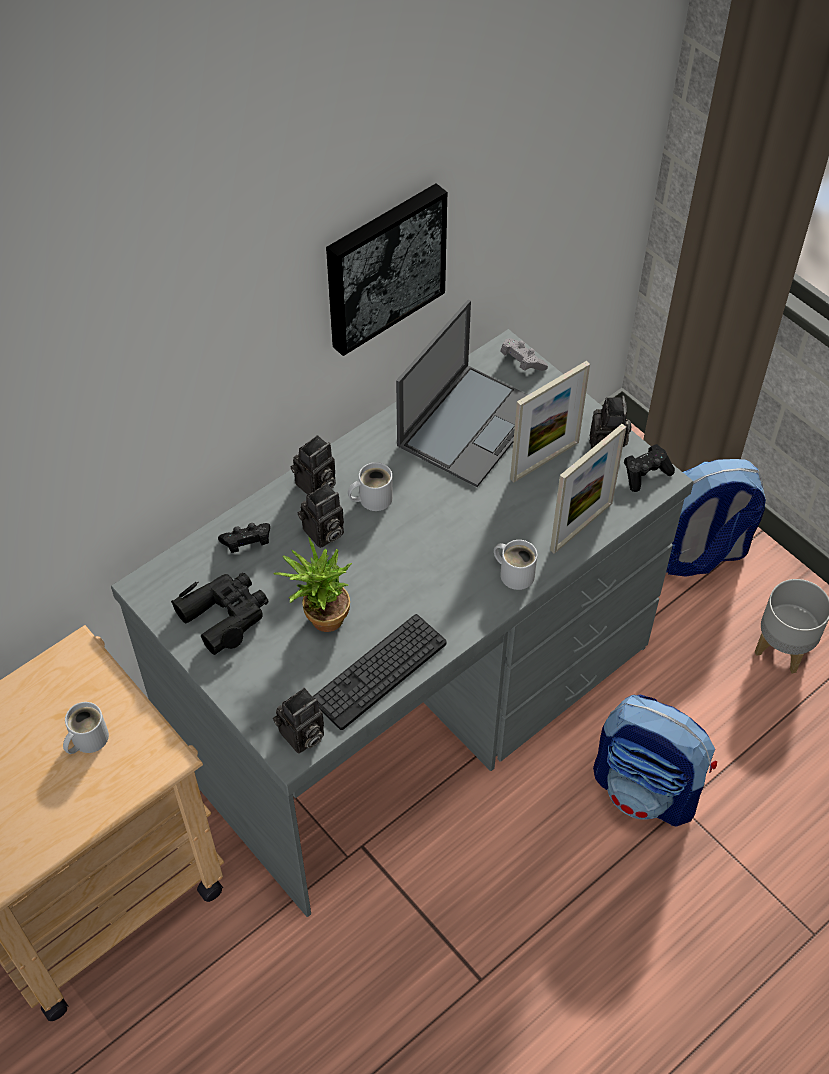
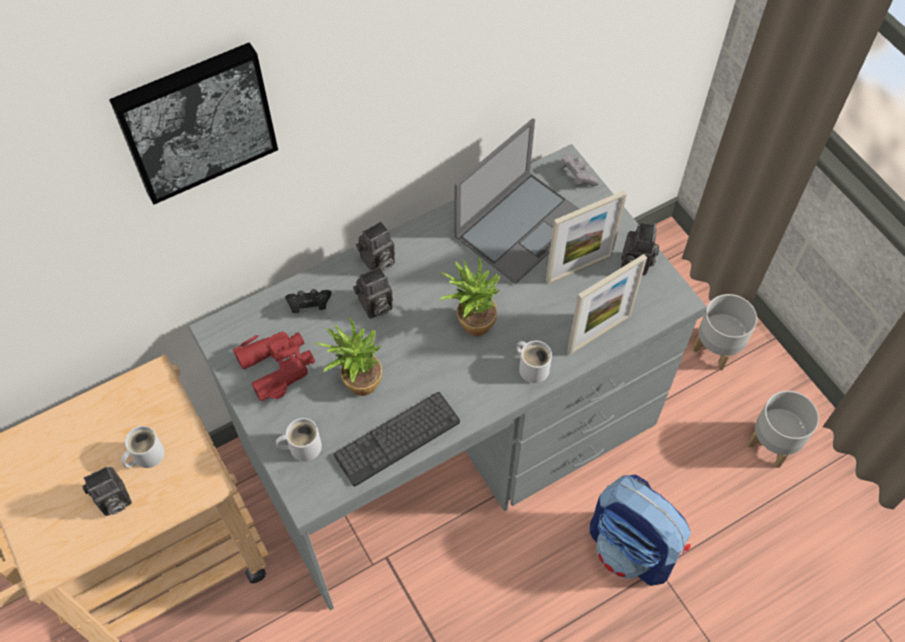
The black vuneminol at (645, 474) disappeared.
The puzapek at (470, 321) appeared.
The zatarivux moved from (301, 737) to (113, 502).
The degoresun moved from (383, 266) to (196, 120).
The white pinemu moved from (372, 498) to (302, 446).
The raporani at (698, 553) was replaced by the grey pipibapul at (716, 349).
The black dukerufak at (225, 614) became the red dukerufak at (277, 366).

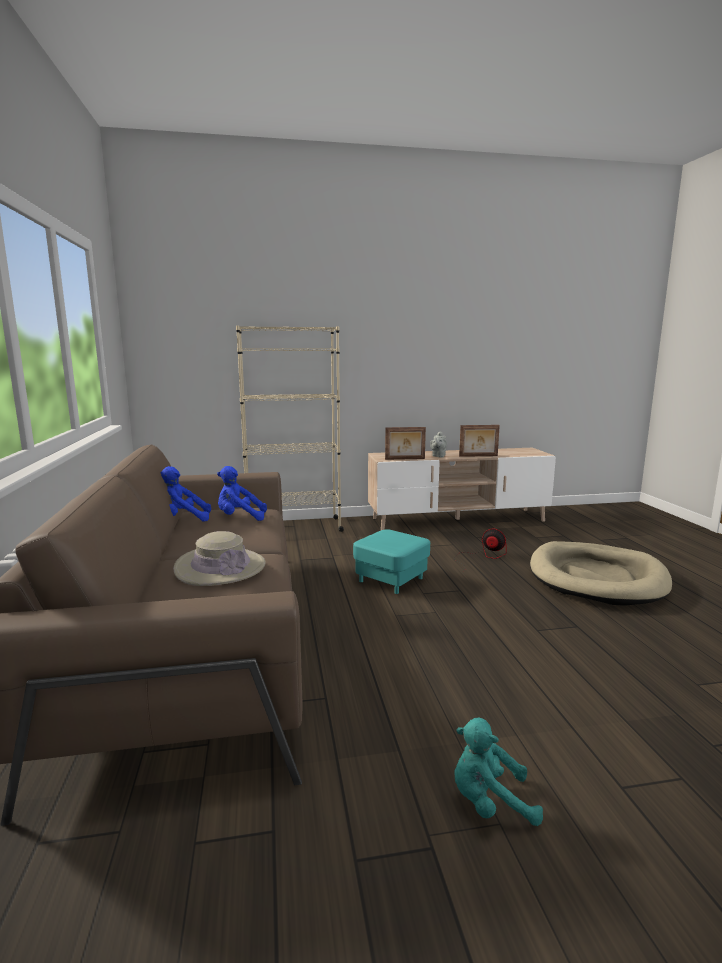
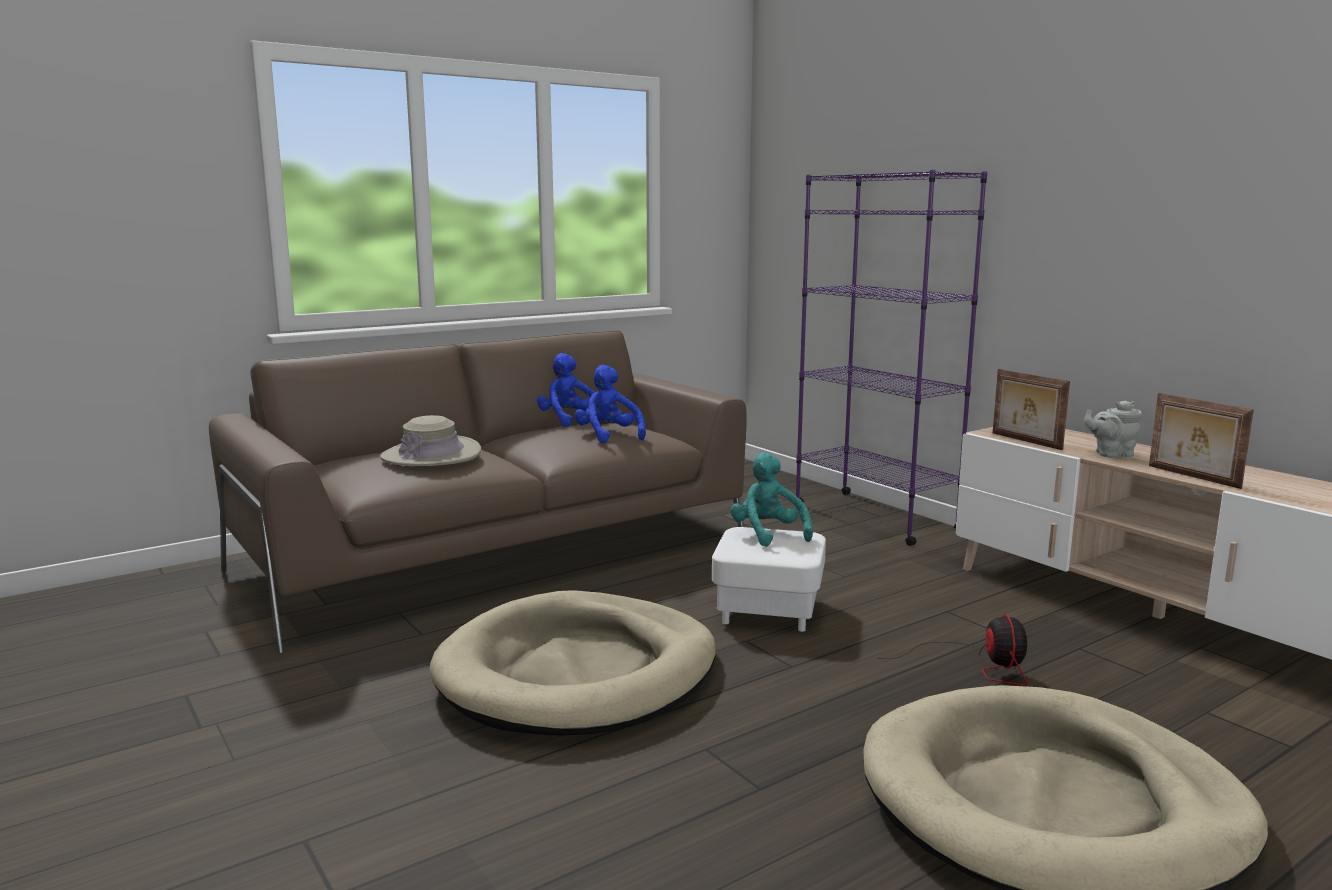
The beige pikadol at (578, 672) appeared.
The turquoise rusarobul moved from (489, 802) to (768, 534).
The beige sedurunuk at (294, 527) became the purple sedurunuk at (874, 517).
The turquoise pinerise at (391, 579) became the white pinerise at (768, 611).

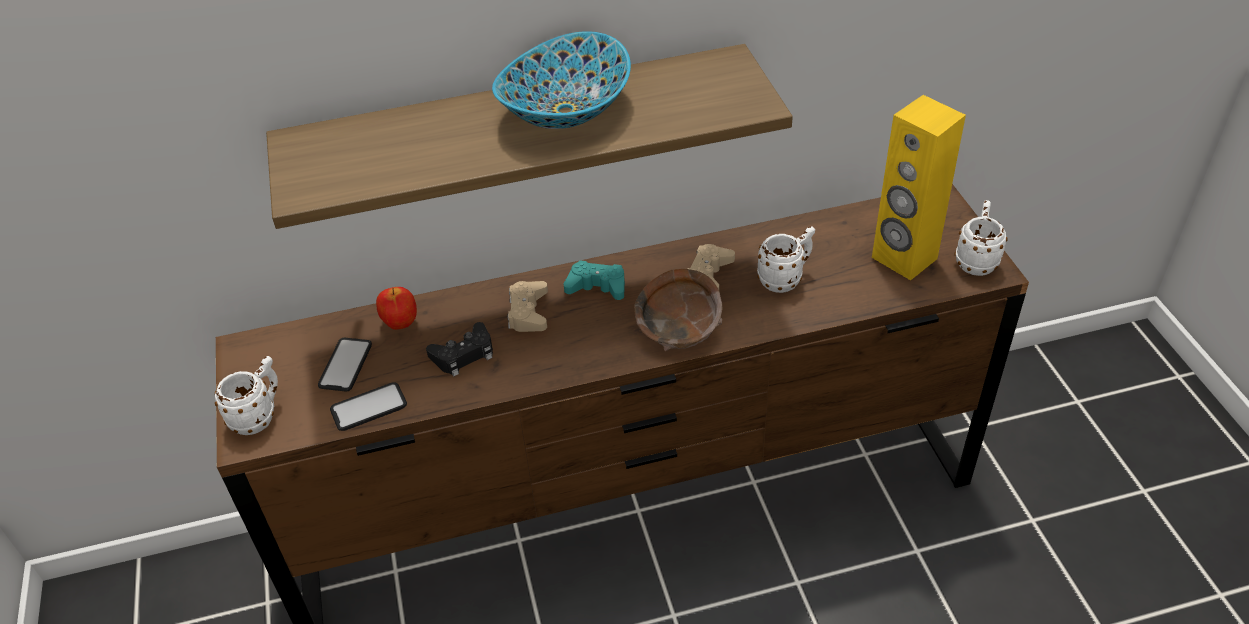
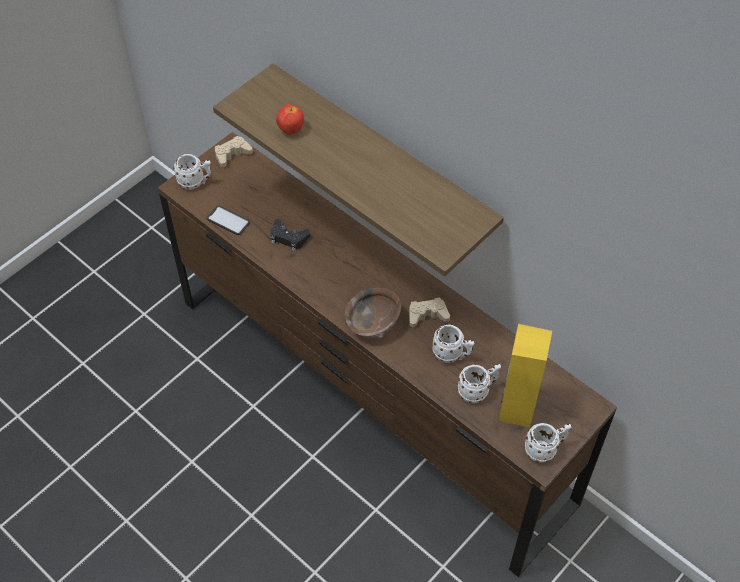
The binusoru at (345, 365) disappeared.
The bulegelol at (567, 112) disappeared.
The turquoise vuneminol at (597, 286) disappeared.
The white pinemu at (477, 391) appeared.
The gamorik moved from (400, 323) to (290, 130).
The beige vuneminol moved from (528, 312) to (232, 154).

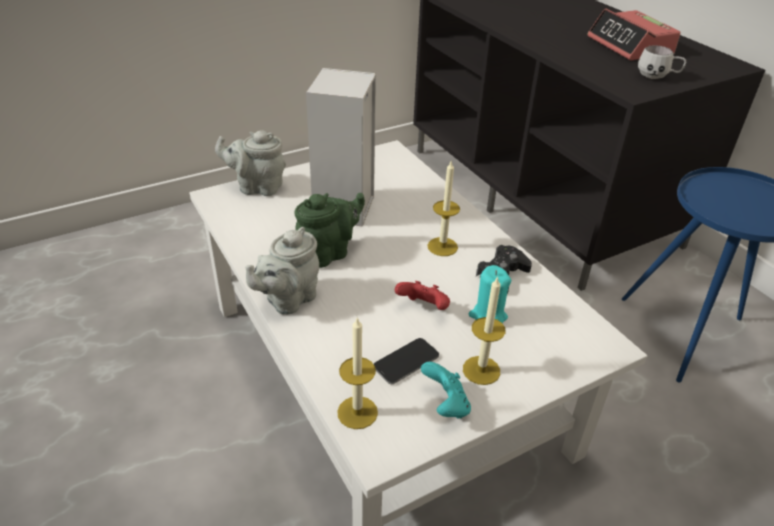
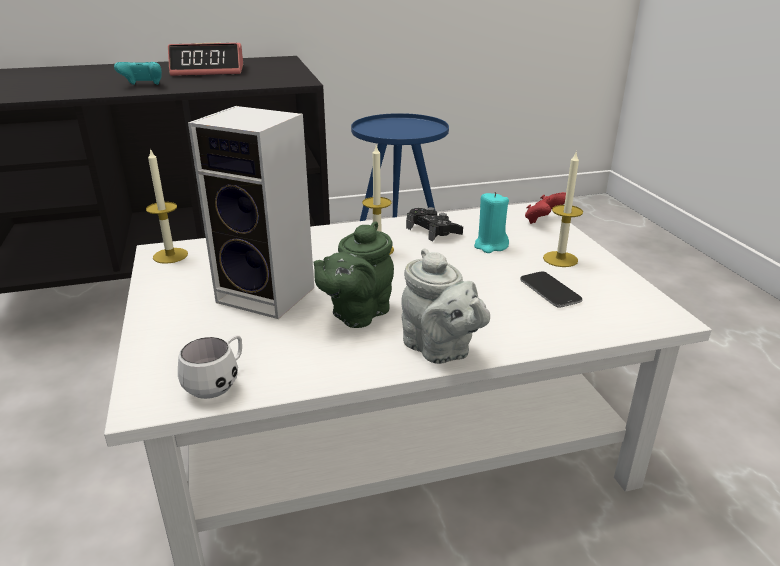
The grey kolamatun at (257, 187) disappeared.
The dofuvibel moved from (357, 412) to (170, 255).
The red vuneminol moved from (424, 308) to (543, 221).
The turquoise vuneminol moved from (445, 405) to (143, 86).
The white pinemu moved from (657, 77) to (218, 383).
The green kolamatun at (329, 253) turned 120 degrees counterclockwise.

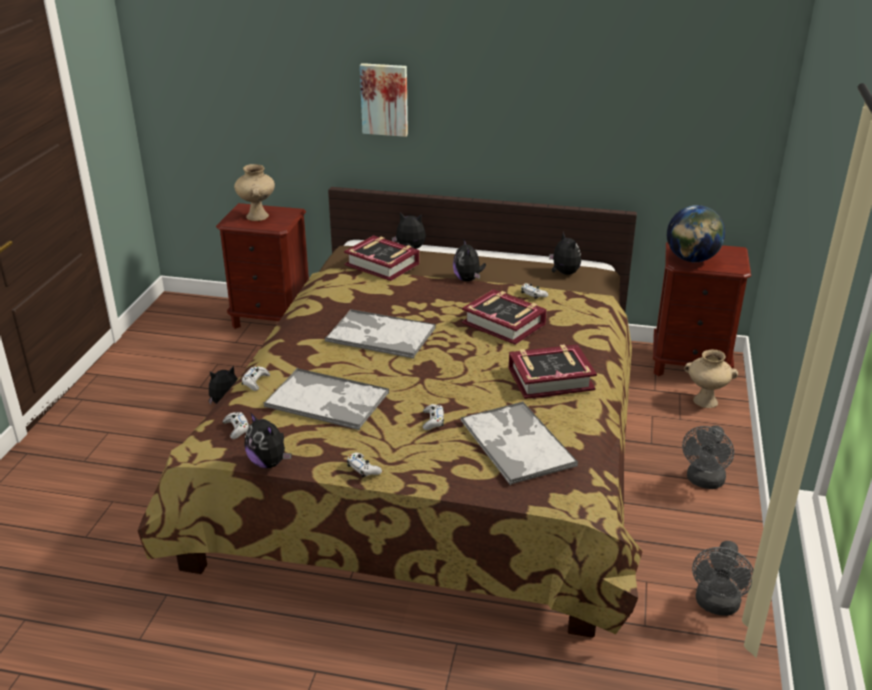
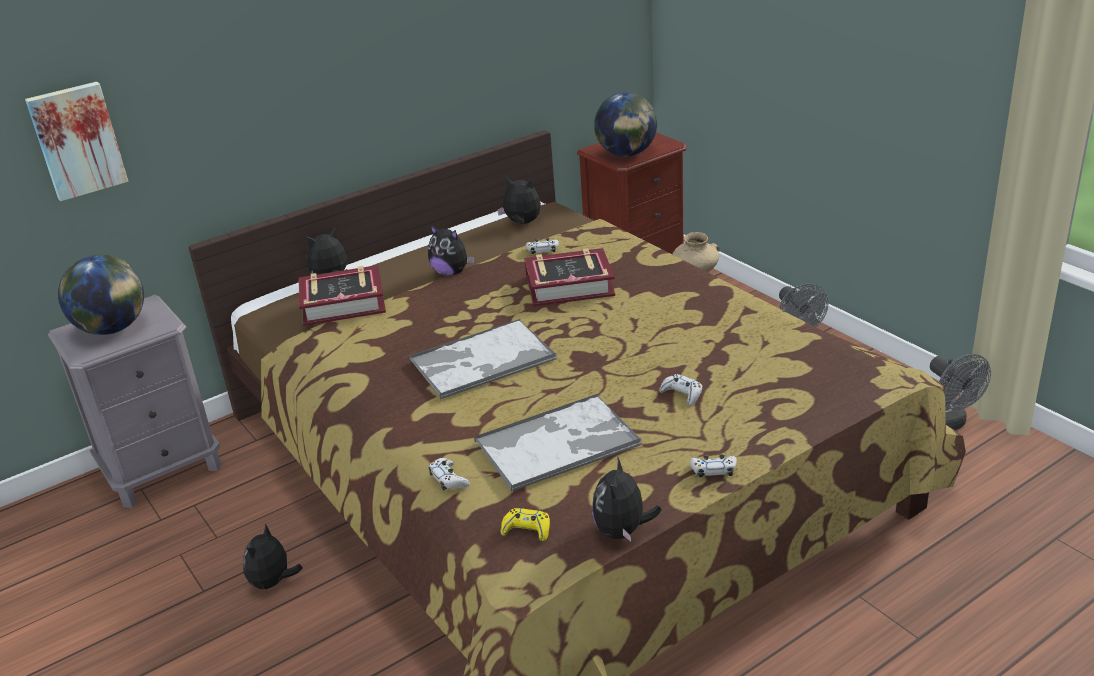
The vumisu at (516, 442) disappeared.
The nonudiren at (550, 378) disappeared.
The degoresun moved from (385, 99) to (77, 140).
The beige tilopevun at (258, 216) was replaced by the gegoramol at (113, 329).
The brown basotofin at (271, 319) became the grey basotofin at (163, 470).
The white vuneminol at (237, 428) became the yellow vuneminol at (527, 529).
The rusarobul at (269, 463) turned 105 degrees clockwise.

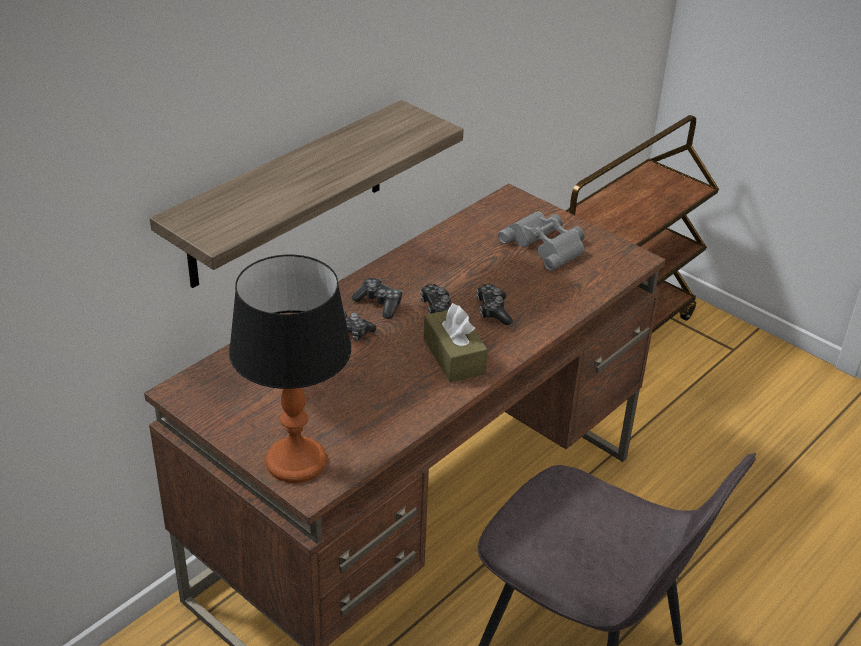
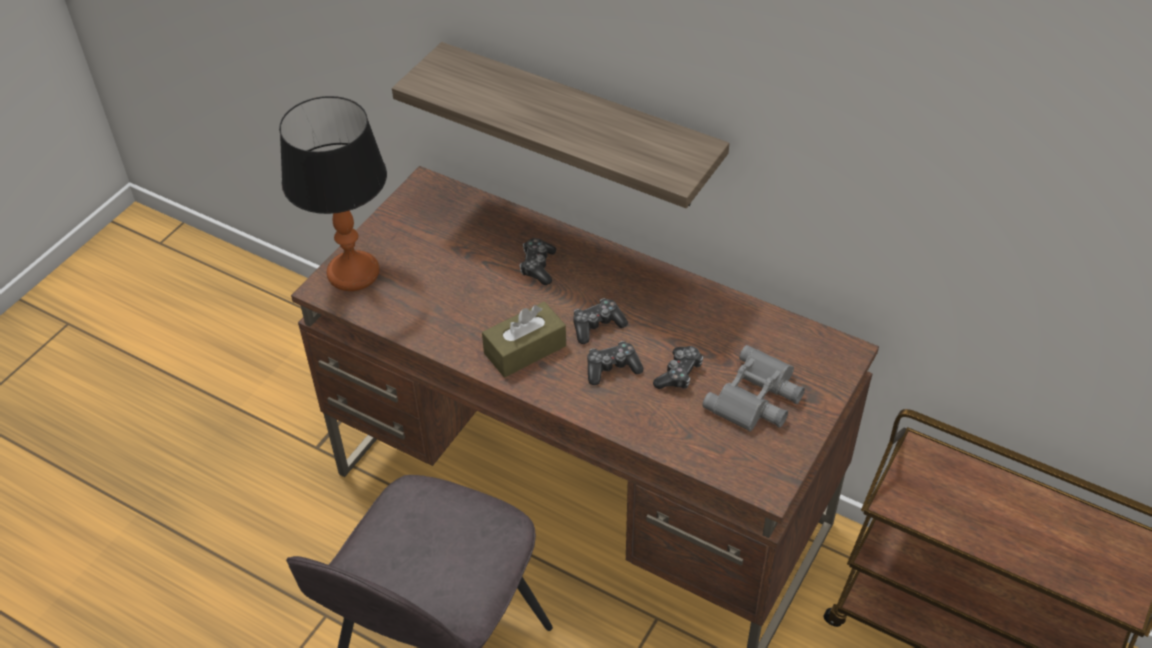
The vuneminol moved from (379, 304) to (679, 374).

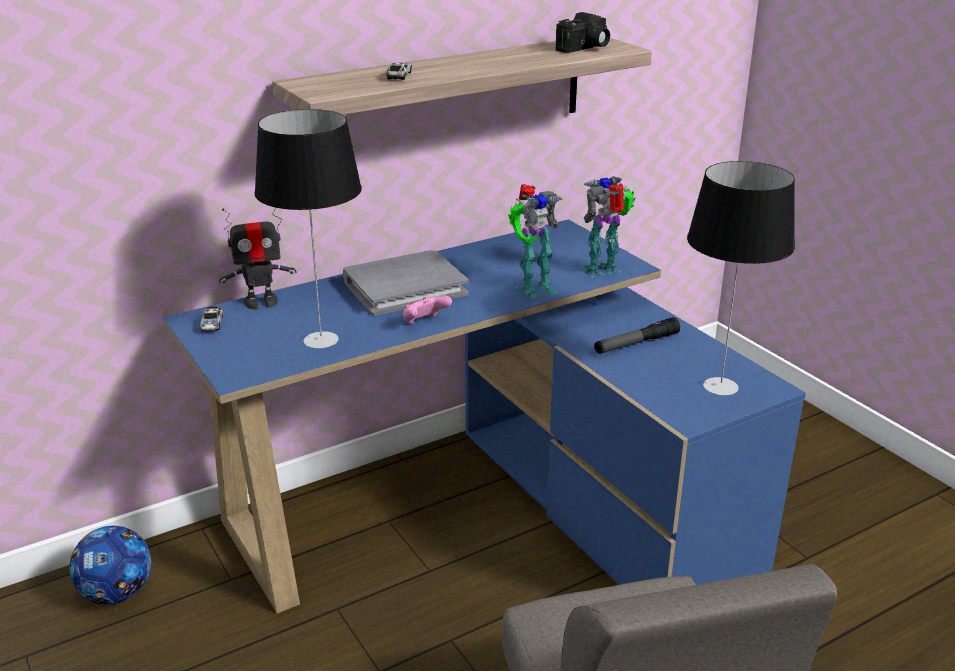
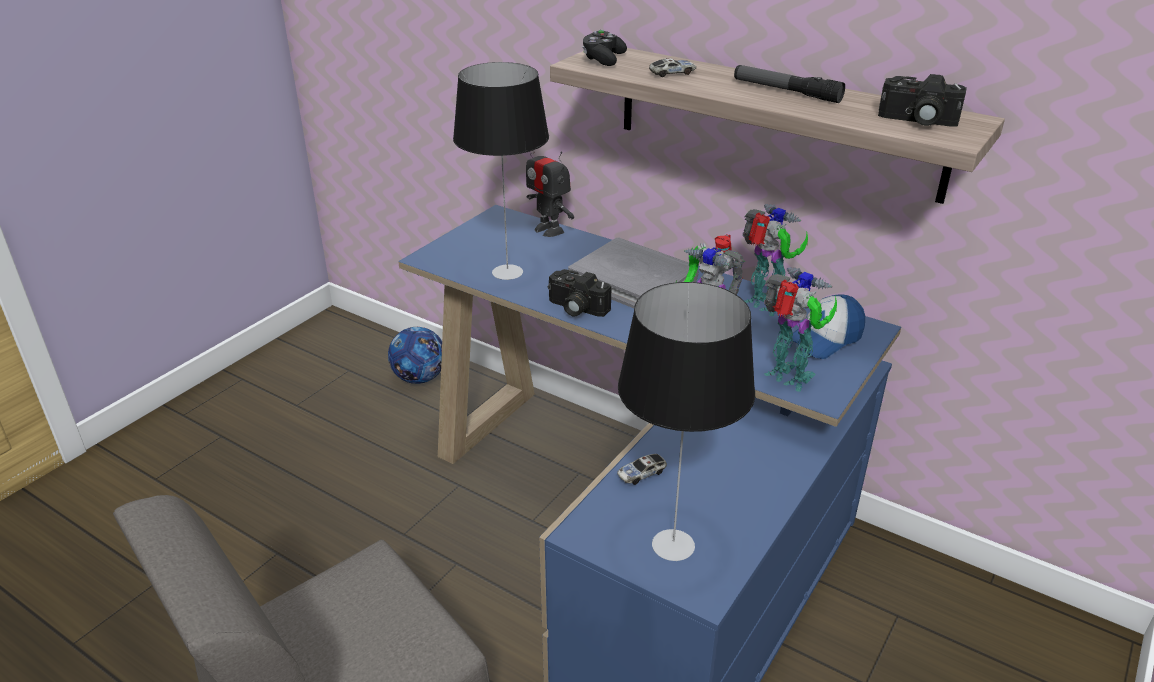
The black vuneminol at (603, 59) appeared.
The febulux at (765, 306) appeared.
The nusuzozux at (824, 339) appeared.
The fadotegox moved from (212, 324) to (641, 474).
The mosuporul moved from (636, 343) to (786, 91).
The pink vuneminol at (424, 323) was replaced by the zatarivux at (575, 308).

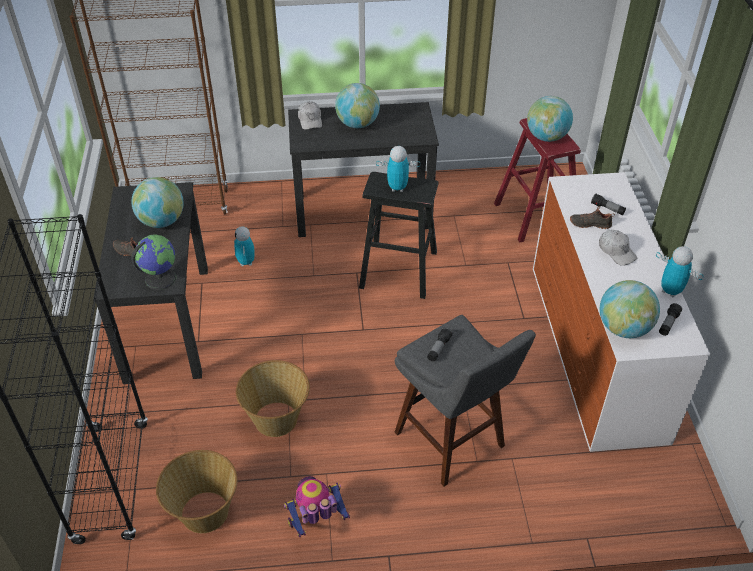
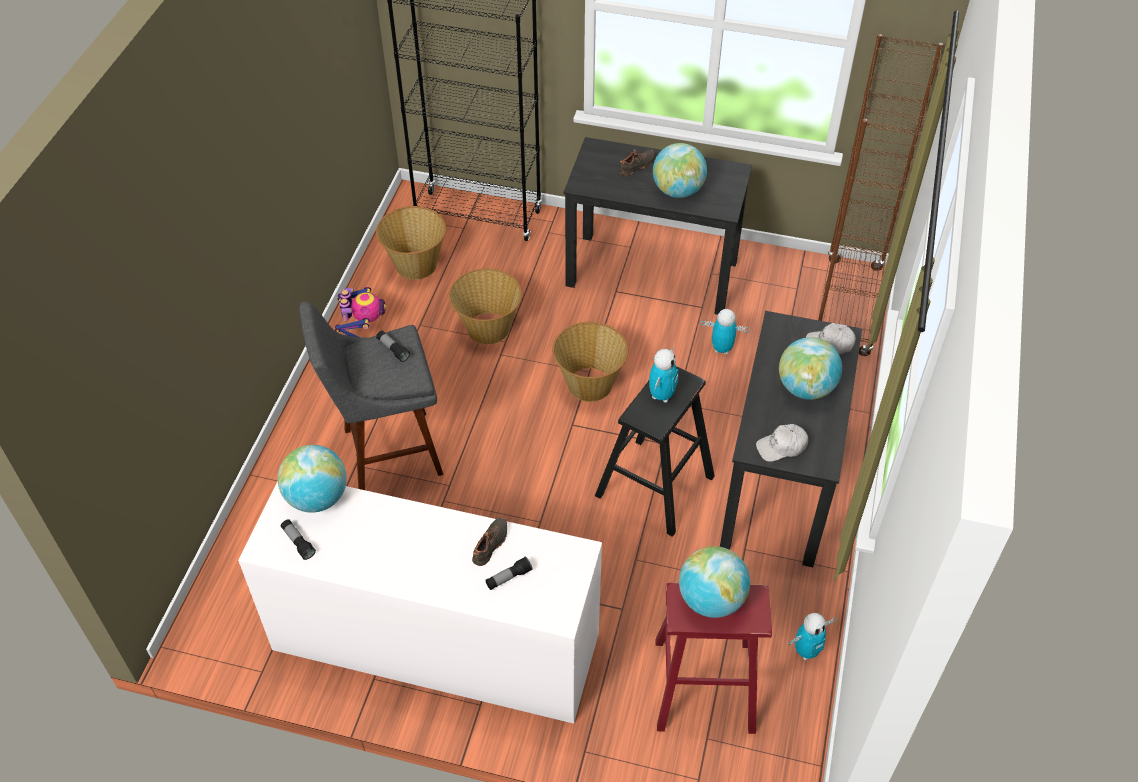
The gegoramol at (160, 278) disappeared.
The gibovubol at (589, 384) appeared.
The white nusuzozux moved from (616, 251) to (782, 447).
The febulux moved from (670, 291) to (806, 651).

